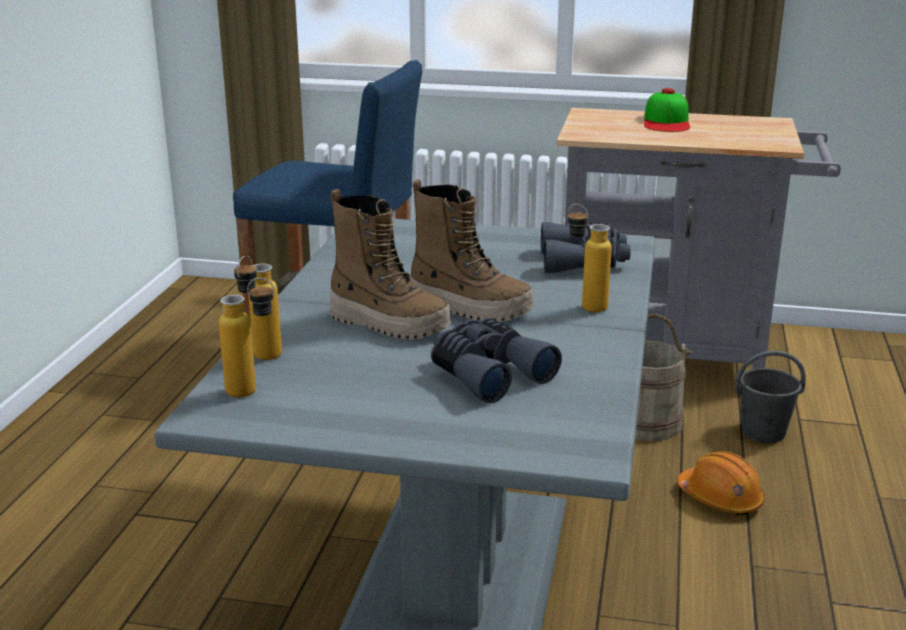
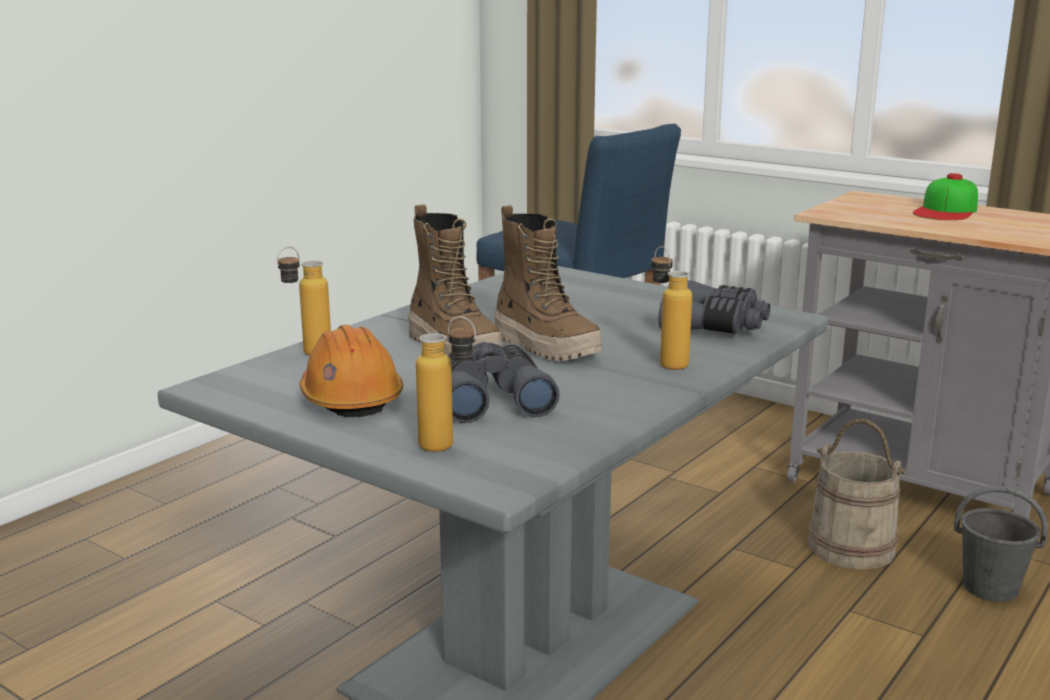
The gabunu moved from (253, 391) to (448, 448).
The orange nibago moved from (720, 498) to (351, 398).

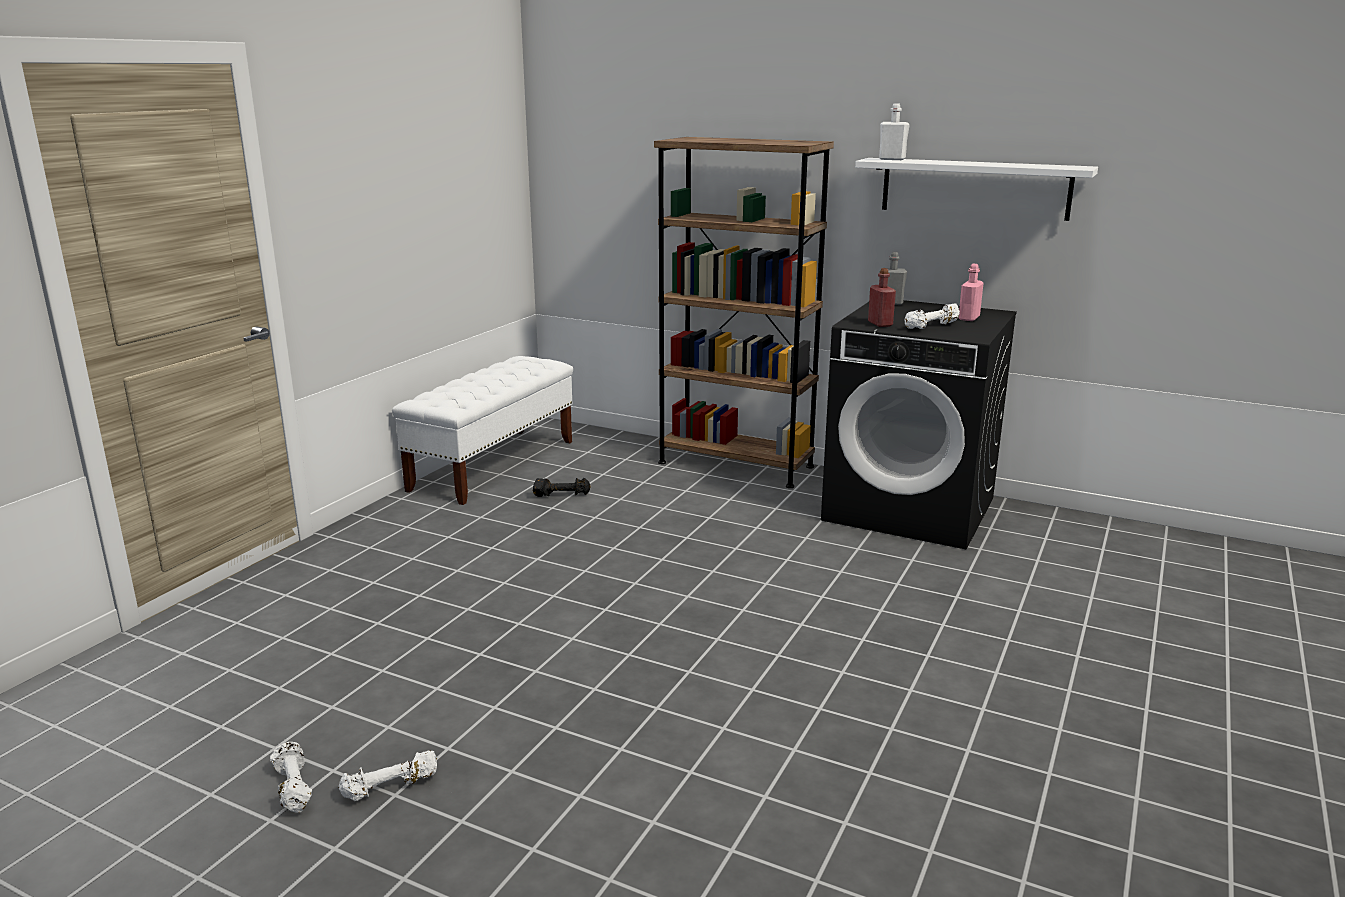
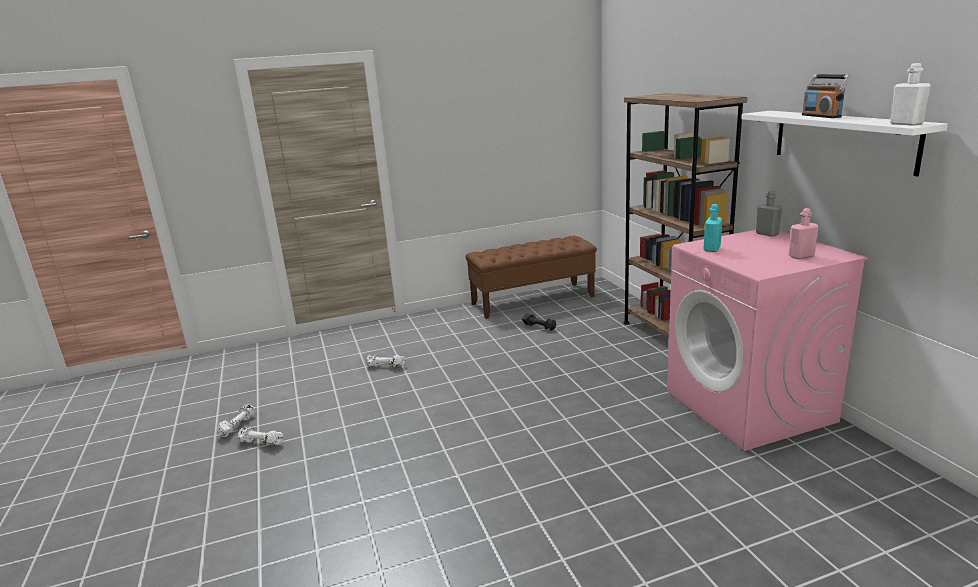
The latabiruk at (821, 116) appeared.
The white gabunu moved from (892, 159) to (906, 124).
The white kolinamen moved from (932, 327) to (386, 366).
The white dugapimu at (493, 465) became the brown dugapimu at (533, 300).
The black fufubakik at (910, 509) became the pink fufubakik at (749, 406).
The red gabunu at (880, 324) became the turquoise gabunu at (712, 249).

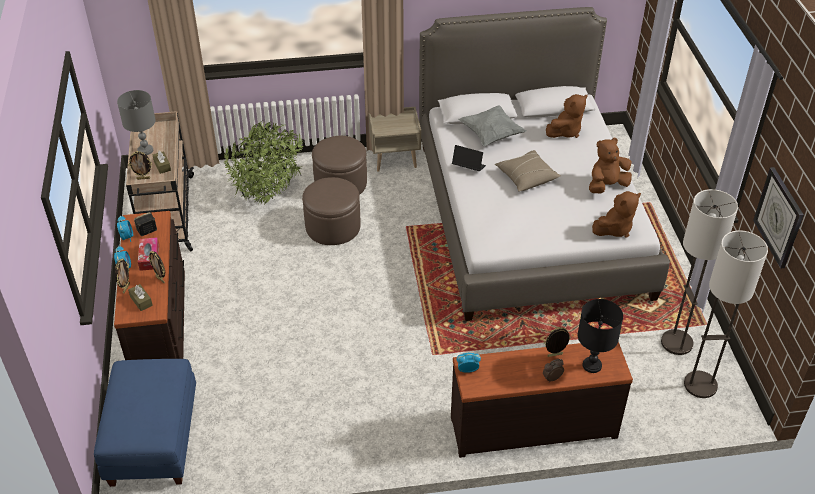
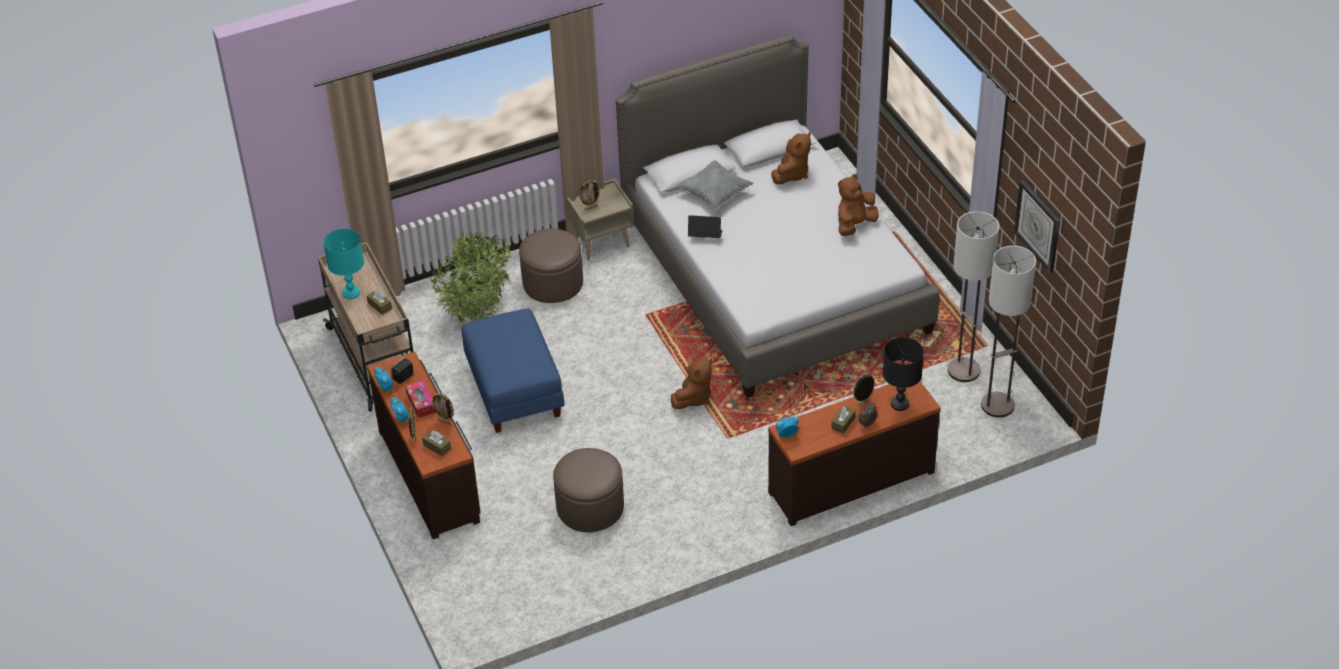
The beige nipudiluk at (526, 177) disappeared.
The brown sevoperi at (843, 423) appeared.
The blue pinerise moved from (152, 439) to (513, 390).
The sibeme moved from (143, 178) to (590, 208).
The brown pinerise moved from (333, 226) to (590, 507).
The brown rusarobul moved from (614, 229) to (693, 398).
The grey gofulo at (145, 150) became the turquoise gofulo at (350, 293).

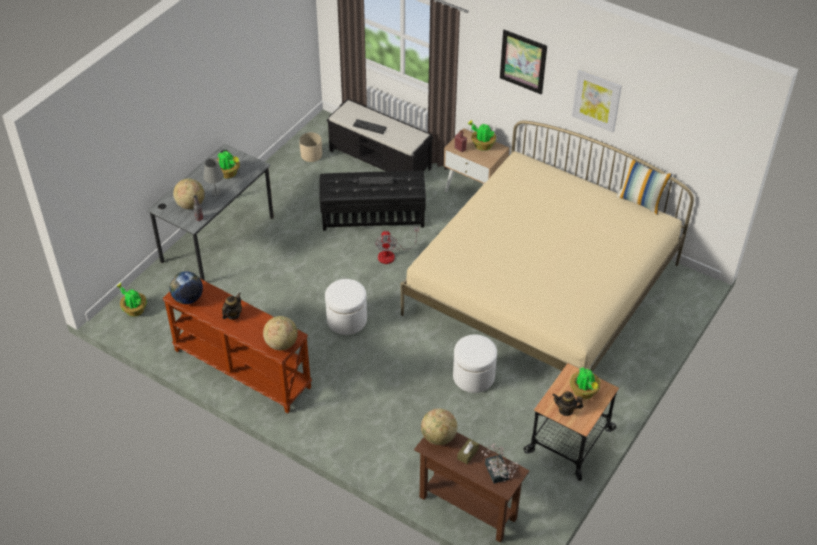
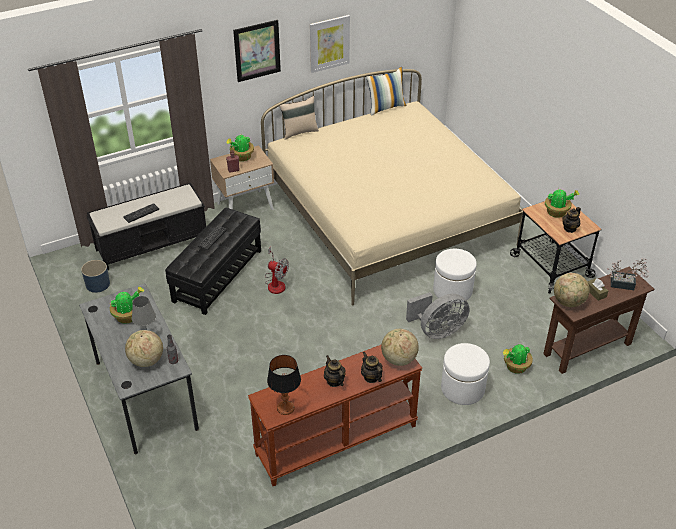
The beige nipudiluk at (299, 132) appeared.
The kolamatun at (371, 377) appeared.
The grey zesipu at (437, 331) appeared.
The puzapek moved from (134, 310) to (515, 367).
The white pinerise moved from (347, 320) to (462, 388).
The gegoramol at (188, 298) was replaced by the gofulo at (285, 408).
The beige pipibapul at (311, 155) became the blue pipibapul at (98, 284).

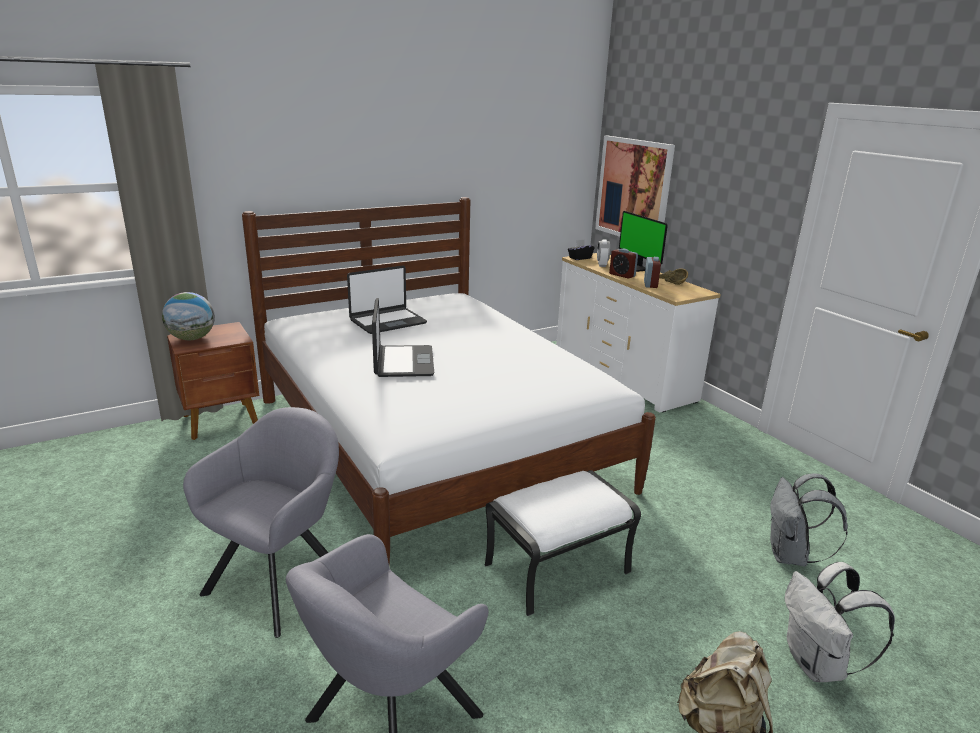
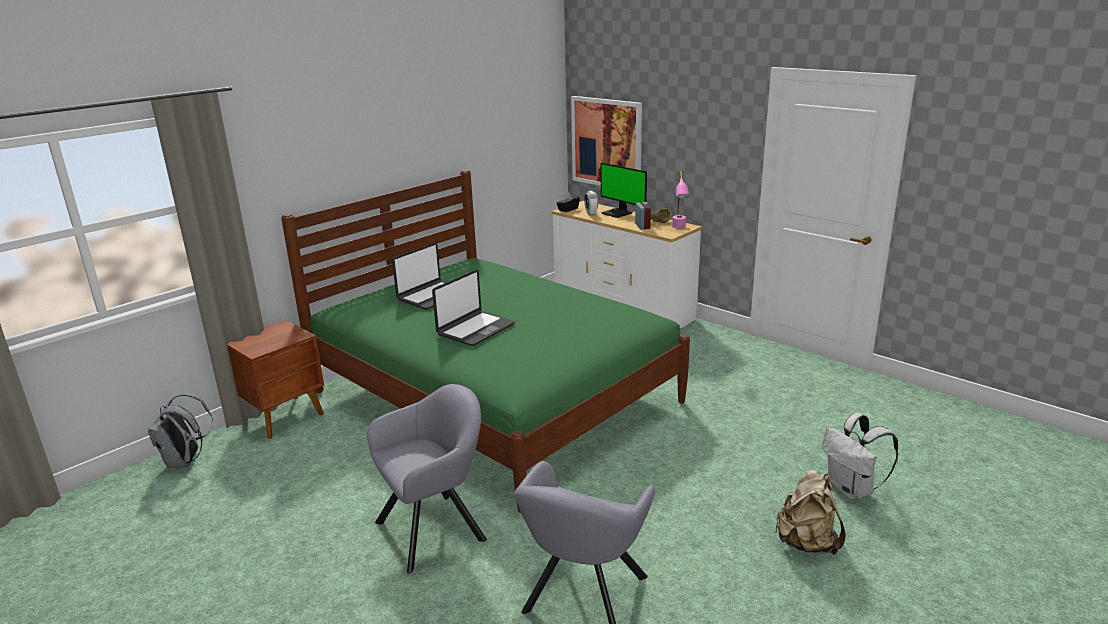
The gegoramol at (192, 338) disappeared.
The white pinerise at (557, 567) disappeared.
The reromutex at (622, 275) disappeared.
The pink gofulo at (679, 228) appeared.
The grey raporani moved from (790, 556) to (185, 461).
The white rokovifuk at (433, 443) became the green rokovifuk at (494, 397).
The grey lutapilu at (282, 580) turned 45 degrees clockwise.
The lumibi at (403, 362) turned 60 degrees clockwise.

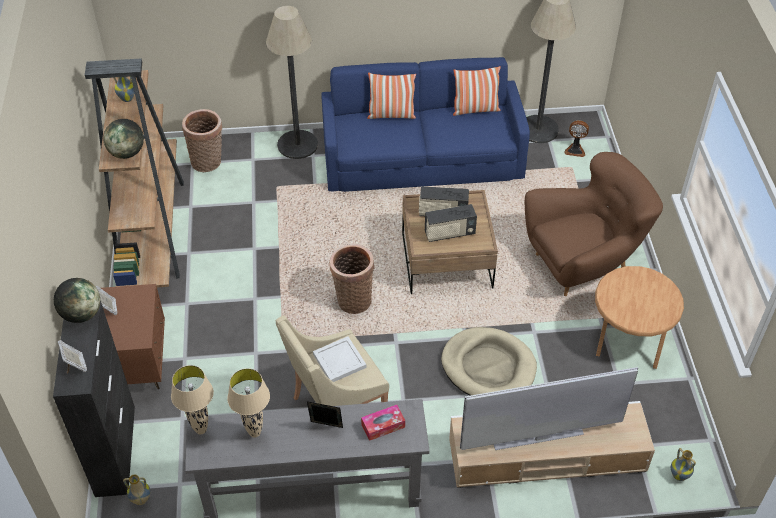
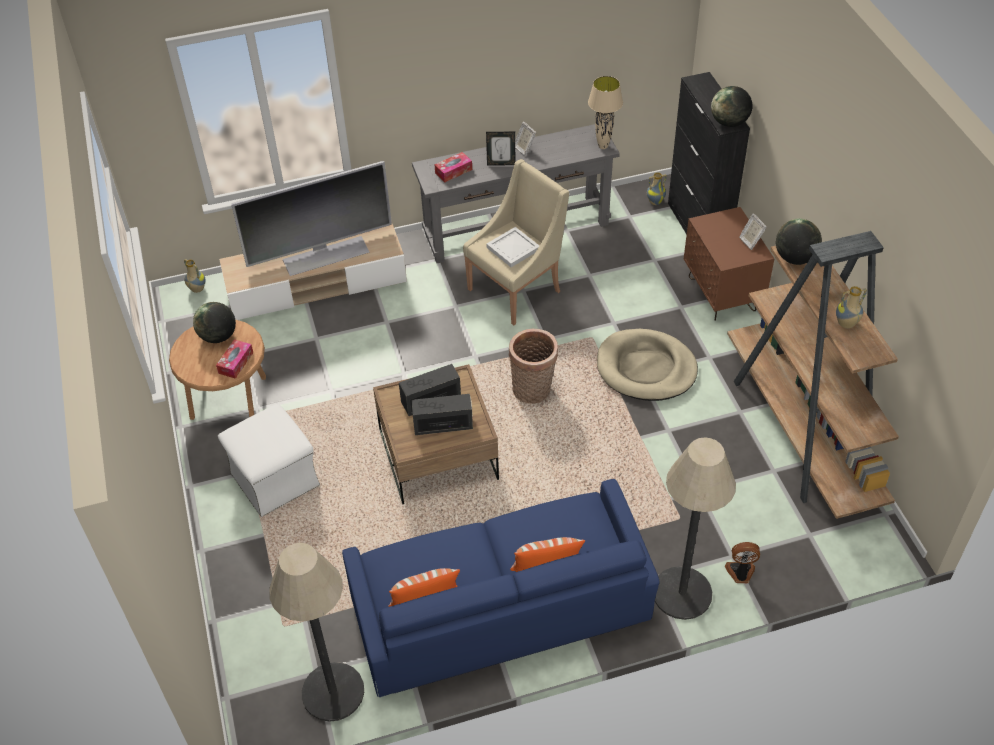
The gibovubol at (208, 162) disappeared.
The beige gofulo at (255, 433) disappeared.
The gegoramol at (218, 336) appeared.
The sevoperi at (236, 363) appeared.
The sibeme moved from (76, 366) to (524, 149).
The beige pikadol moved from (488, 367) to (646, 368).
The zesipu moved from (575, 150) to (740, 573).
The brown lutapilu at (583, 264) was replaced by the white pinerise at (274, 479).

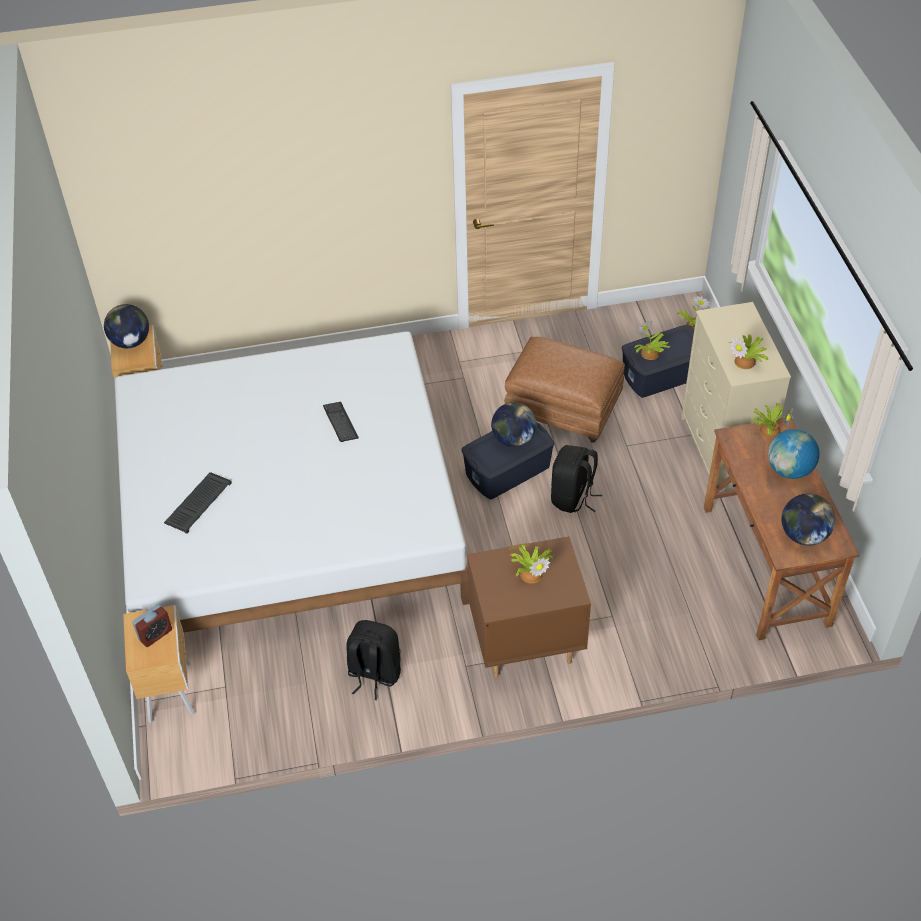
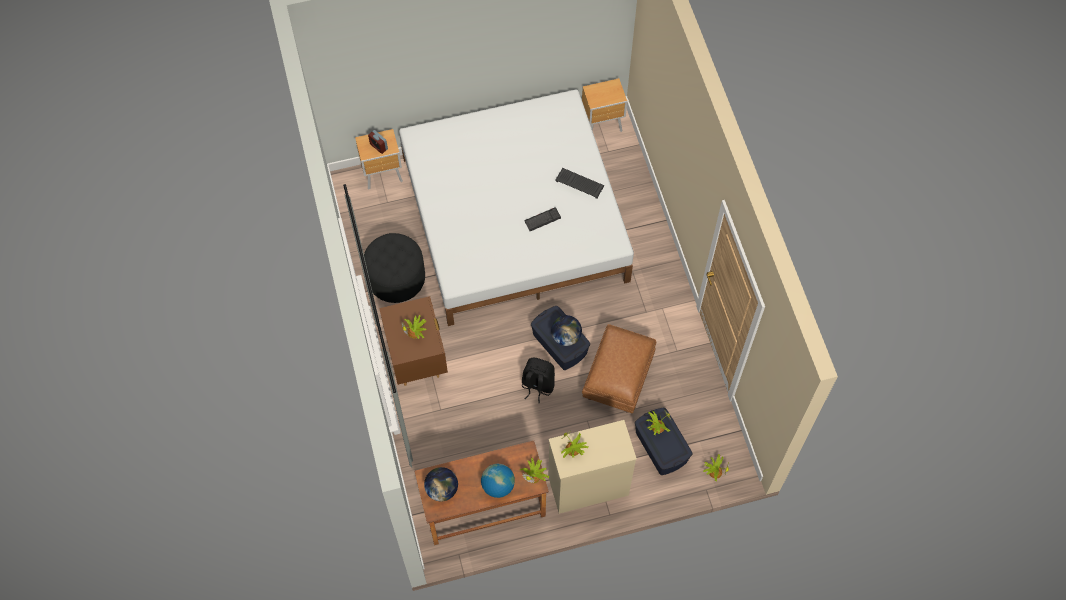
The gegoramol at (131, 342) disappeared.
The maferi moved from (198, 502) to (580, 183).
The black raporani at (374, 673) was replaced by the black pinerise at (396, 277).

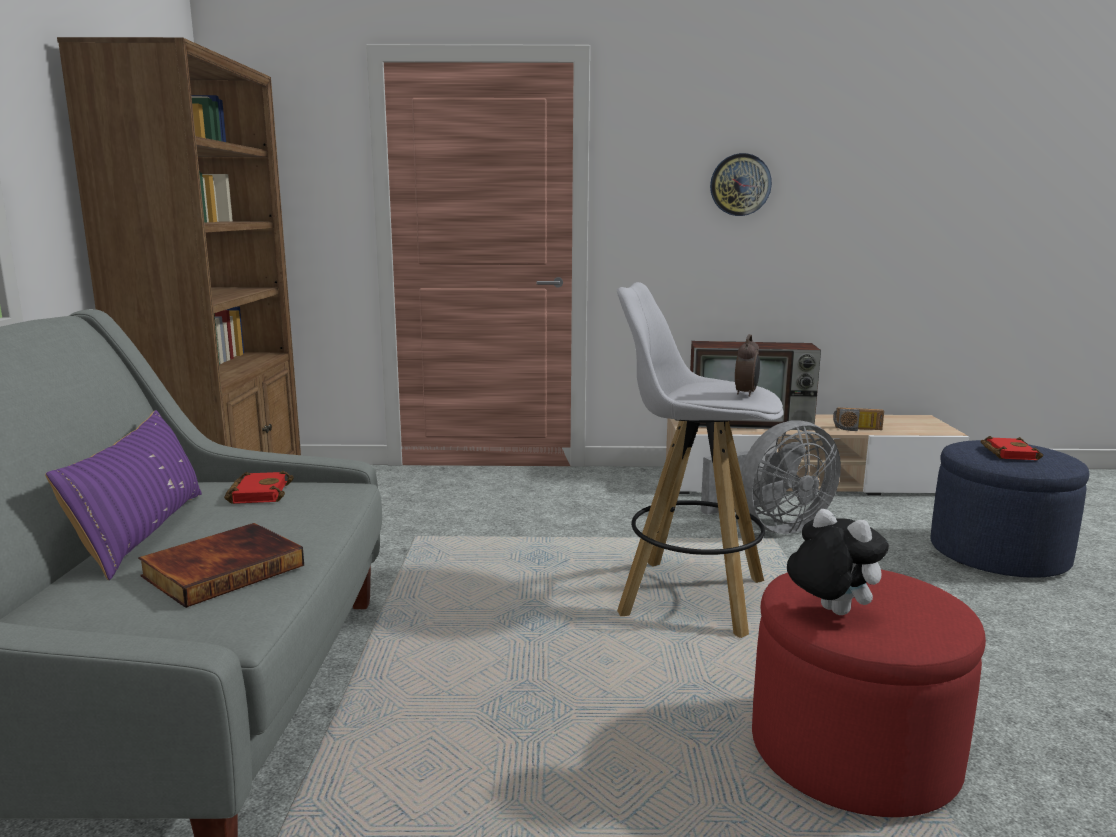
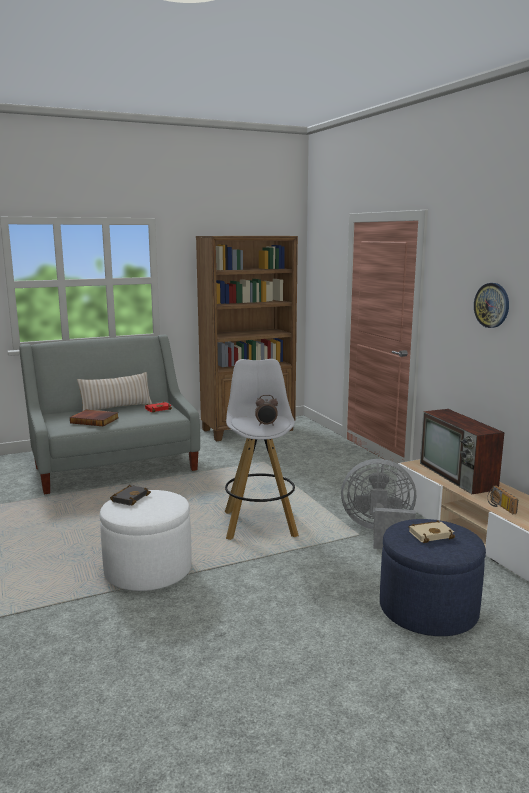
The rusarobul at (829, 612) was replaced by the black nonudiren at (130, 497).
The purple nipudiluk at (143, 532) became the beige nipudiluk at (116, 407).
The red pinerise at (853, 752) became the white pinerise at (148, 570).
The red nonudiren at (1007, 453) became the beige nonudiren at (431, 534).
The grey zesipu at (772, 527) turned 150 degrees clockwise.

